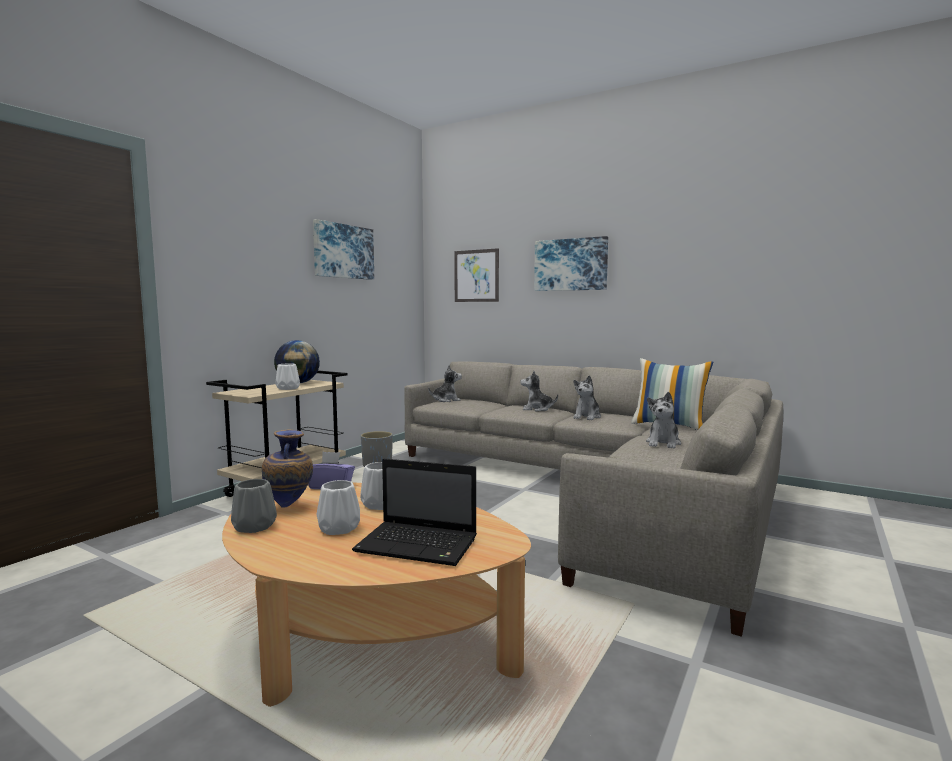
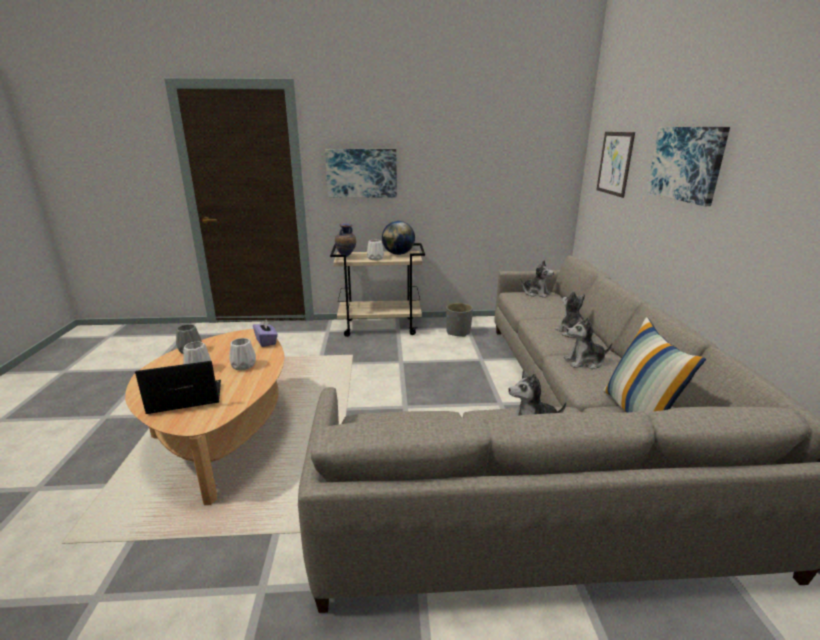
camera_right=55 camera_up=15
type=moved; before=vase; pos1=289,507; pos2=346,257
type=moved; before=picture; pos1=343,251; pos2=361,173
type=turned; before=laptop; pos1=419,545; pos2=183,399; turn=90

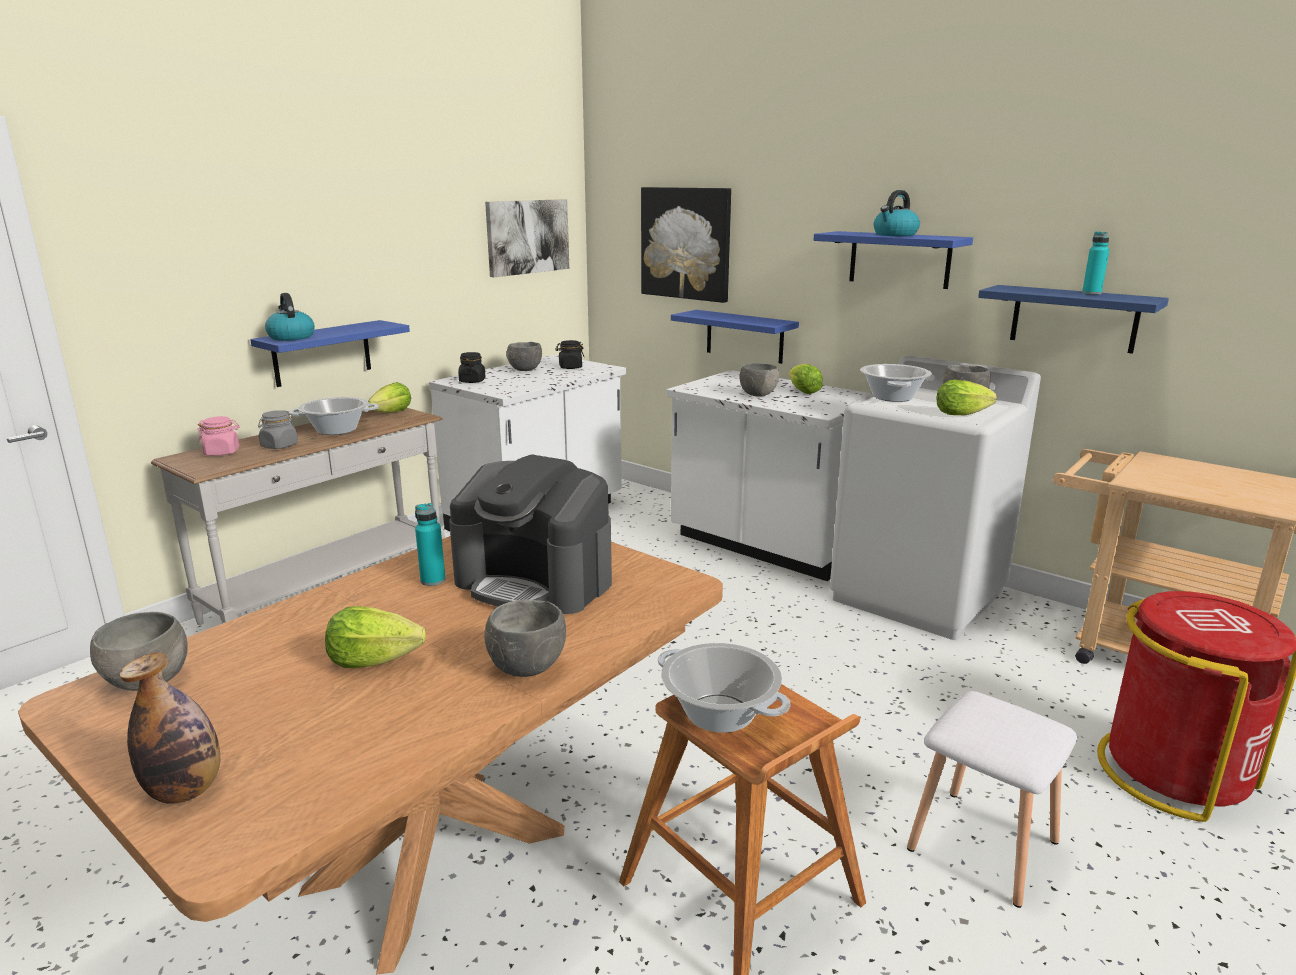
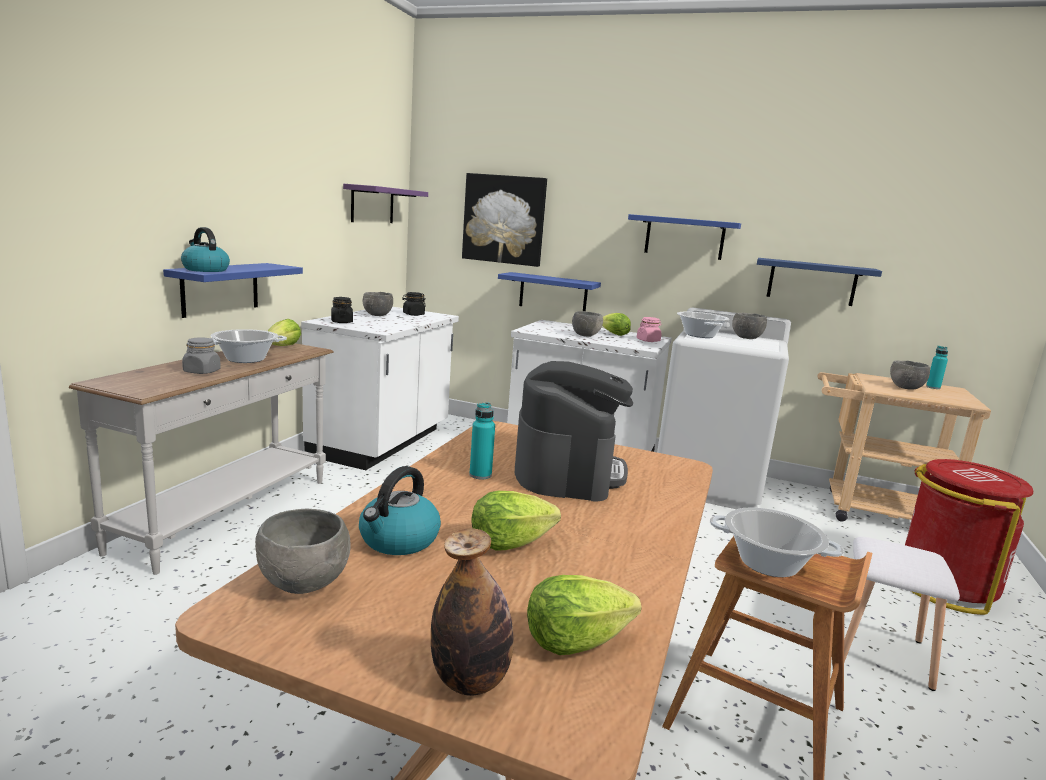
camera_right=-20 camera_up=-5
type=moved; before=pink jar; pos1=222,452; pos2=648,340
type=turned; before=coffee machine; pos1=535,581; pos2=568,470; turn=-90
type=moved; before=grey bowl; pos1=526,667; pos2=905,388
type=replaced; before=picture; after=purple shelf; pos1=527,236; pos2=372,204
type=moved; before=kettle; pos1=895,235; pos2=398,540
type=moved; before=lettuce; pos1=960,414; pos2=574,641
type=moved; before=turquoise bottle; pos1=1091,293; pos2=933,387

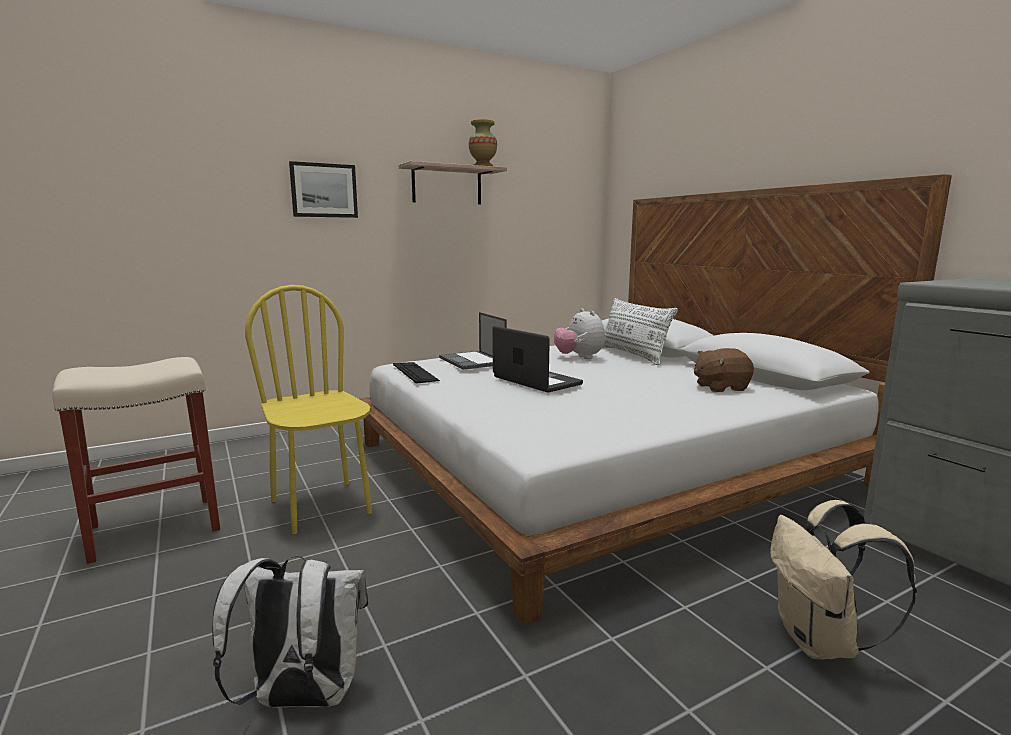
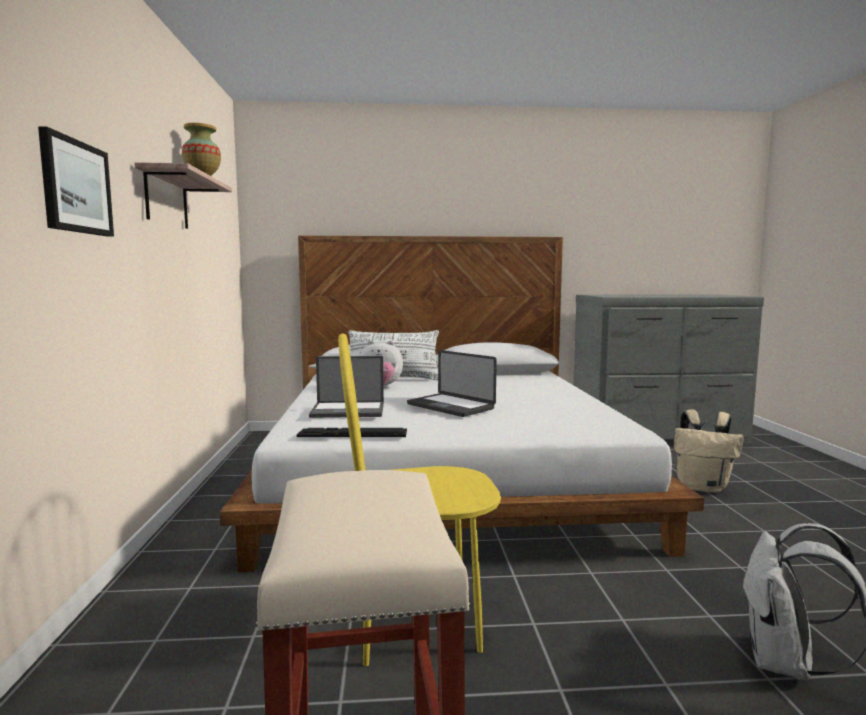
camera_right=-65 camera_up=-5
type=turned; before=laptop; pos1=536,381; pos2=450,406; turn=-120
type=removed; before=brown plush toy; pos1=720,387

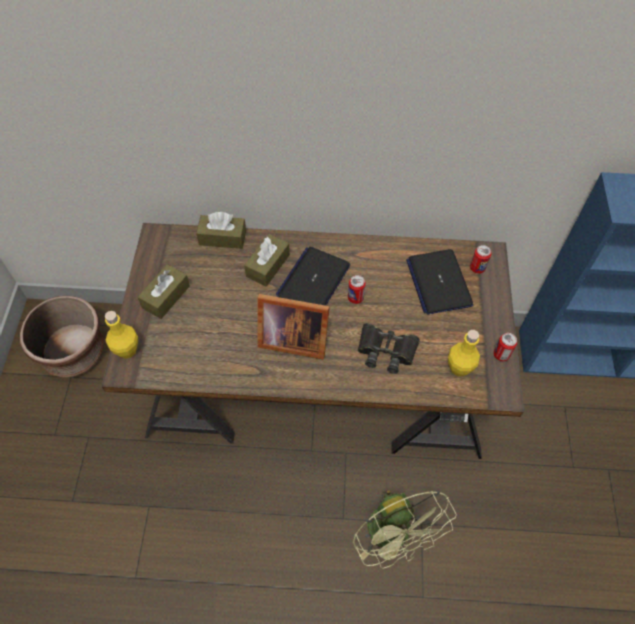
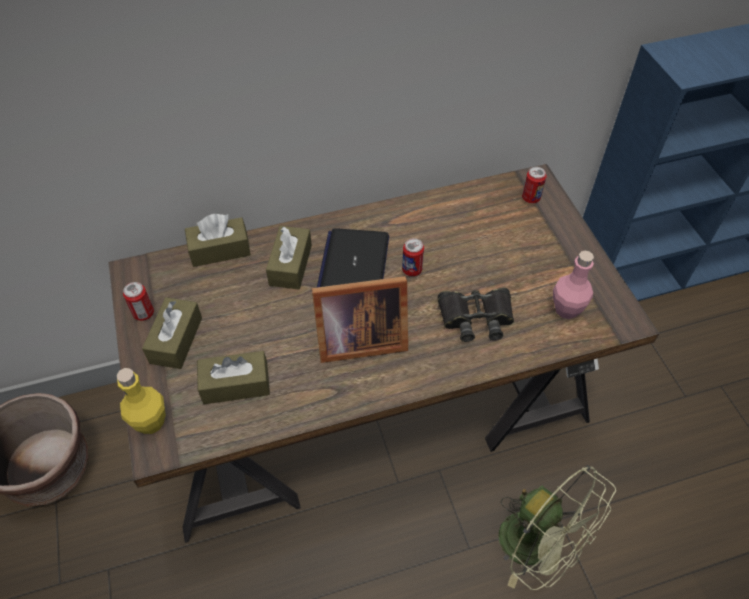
camera_right=-20 camera_up=-5
type=removed; before=laptop; pos1=438,282
type=recoloured; before=yellow bottle; after=pink bottle; pos1=459,368; pos2=566,309
type=moved; before=can; pos1=501,354; pos2=143,313
type=added; after=brown tissue box; pos2=236,384

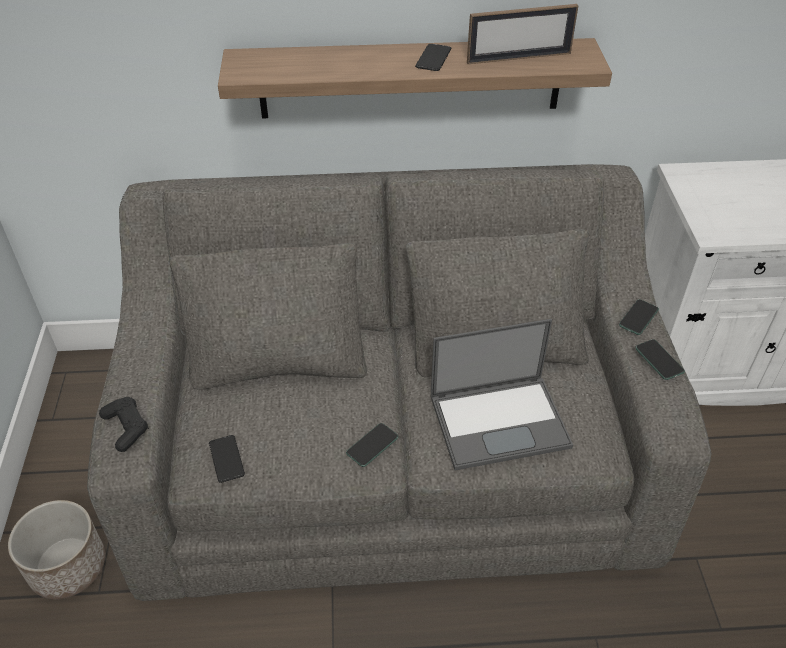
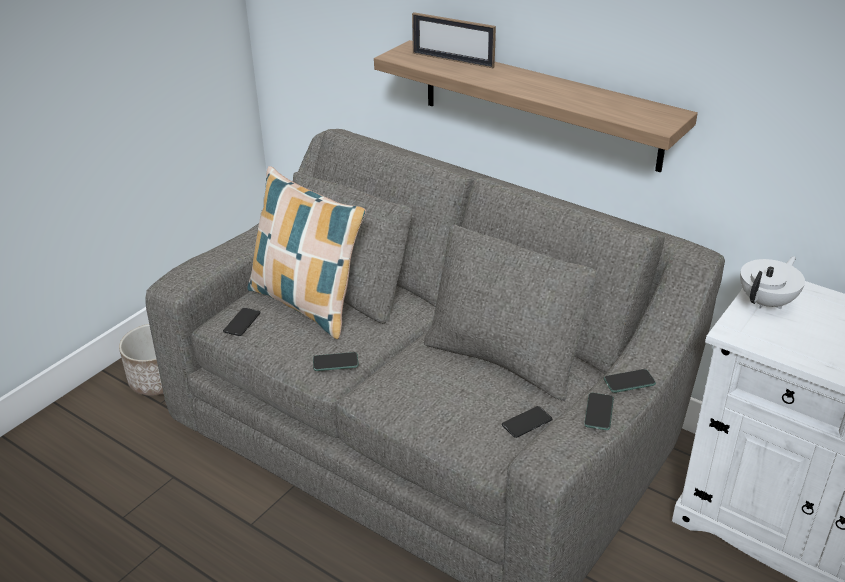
camera_right=40 camera_up=-10
type=removed; before=black game controller; pos1=126,427
type=moved; before=phone; pos1=433,58; pos2=527,422
type=removed; before=laptop; pos1=500,420
type=moved; before=picture frame; pos1=519,58; pos2=453,60
type=added; after=pillow; pos2=307,304
type=added; after=white teapot; pos2=767,302

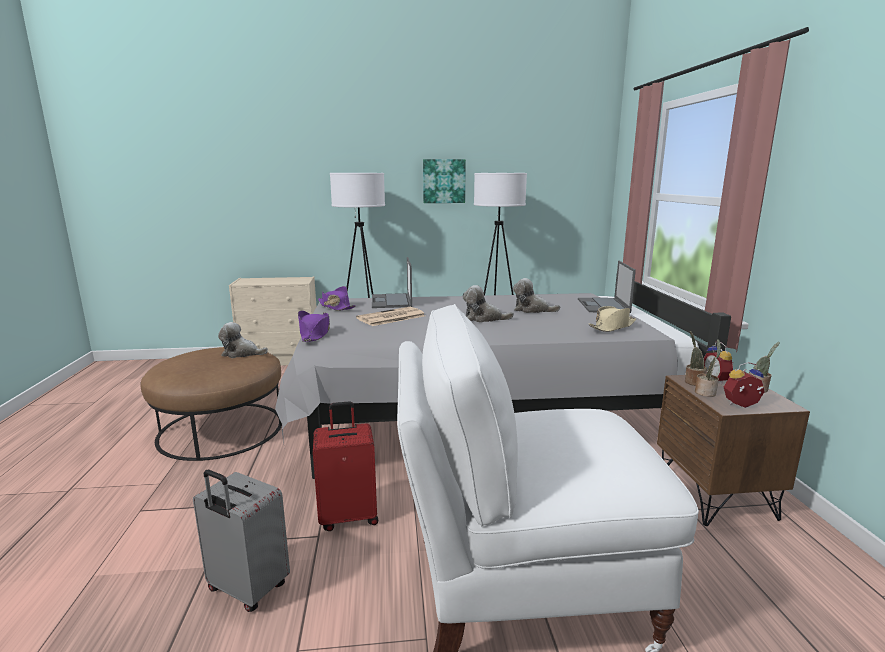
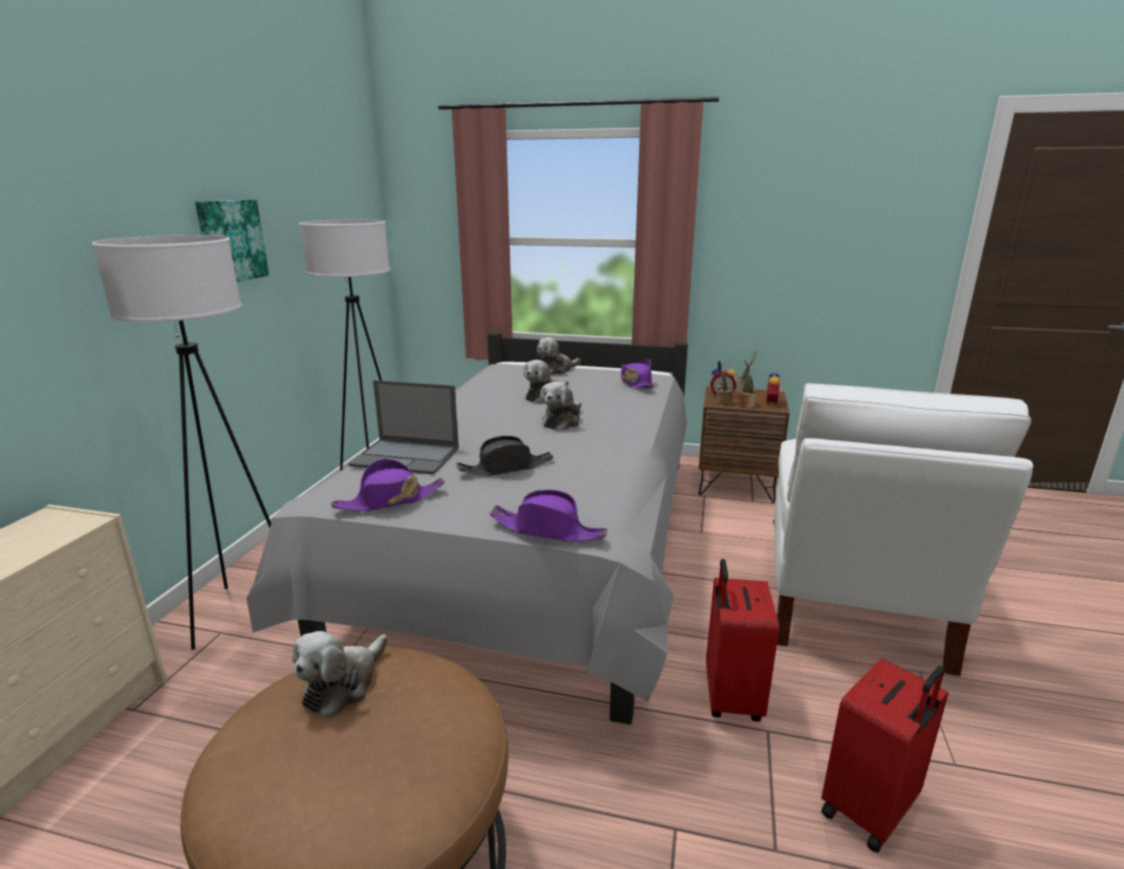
camera_right=-70 camera_up=5
type=recoloured; before=grey suitcase; after=red suitcase; pos1=247,589; pos2=871,810
type=replaced; before=newspaper; after=black hat; pos1=390,317; pos2=506,468
type=replaced; before=laptop; after=plush toy; pos1=603,306; pos2=556,370
type=recoloured; before=beige hat; after=purple hat; pos1=612,327; pos2=636,383

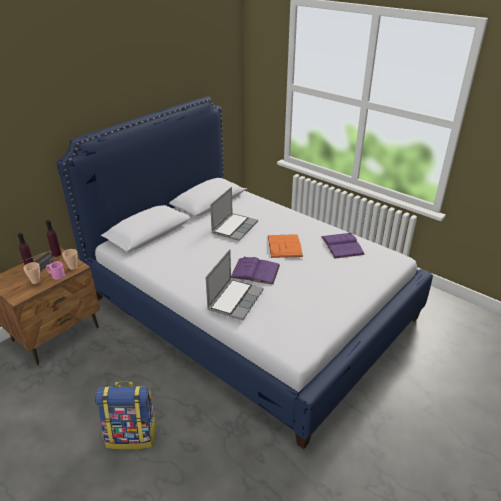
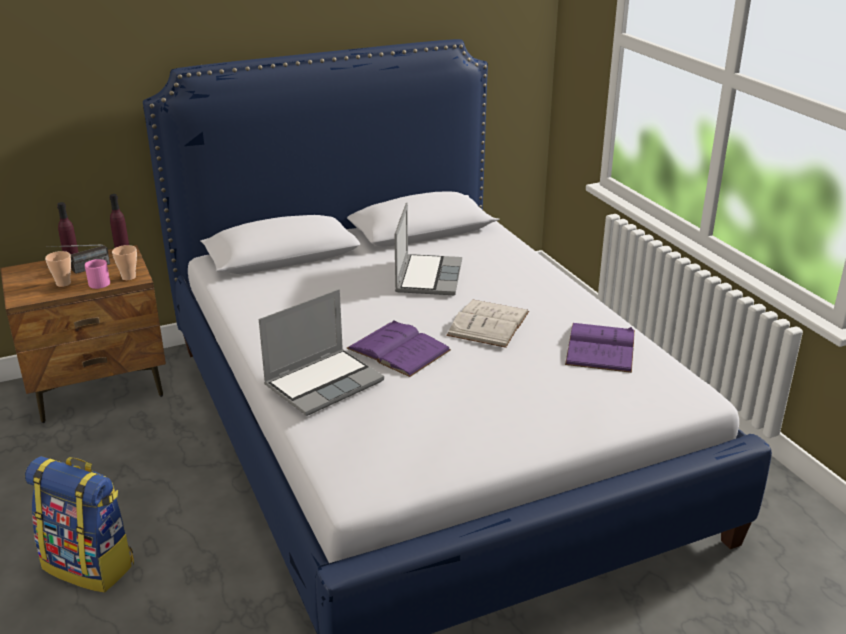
camera_right=25 camera_up=-5
type=turned; before=laptop; pos1=234,227; pos2=428,276; turn=-45
type=recoloured; before=orange book; after=white book; pos1=284,246; pos2=488,323

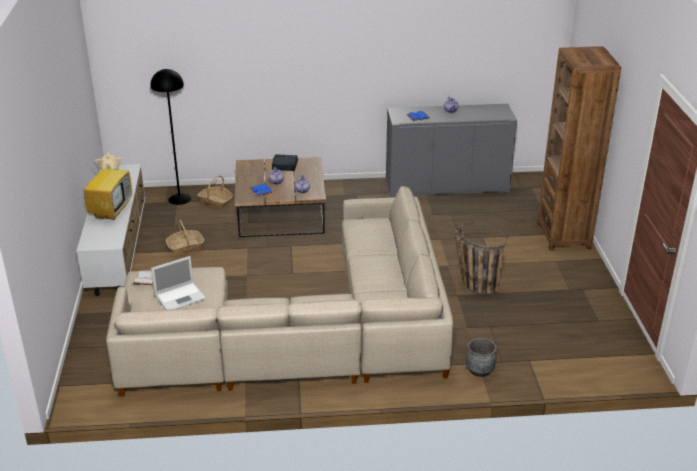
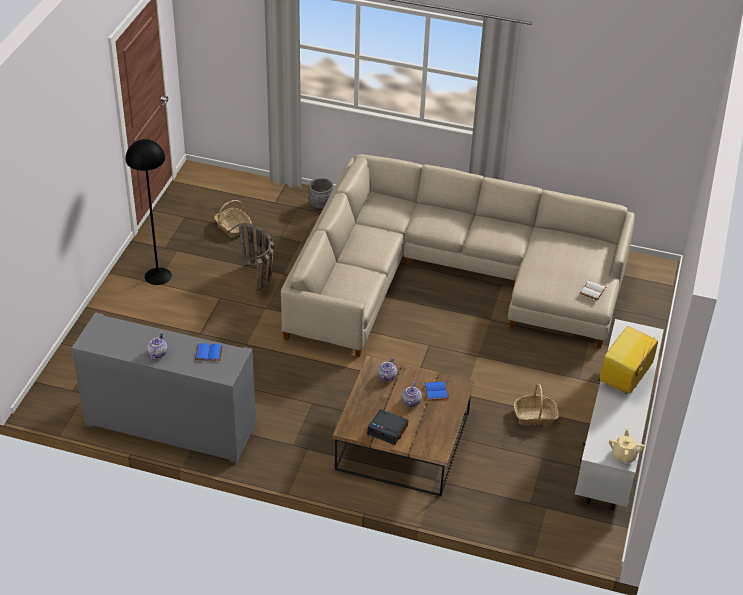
camera_right=-160 camera_up=10
type=moved; before=black floor lamp; pos1=179,199; pos2=158,276
type=removed; before=laptop; pos1=181,296
type=moved; before=basket; pos1=215,201; pos2=232,227
type=removed; before=brown bookcase; pos1=563,236

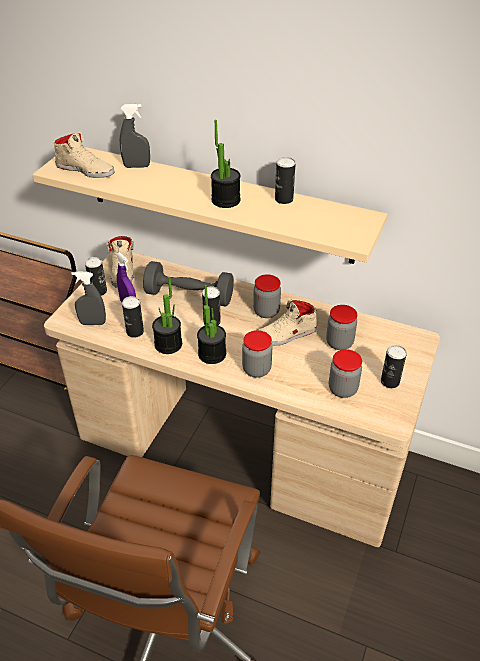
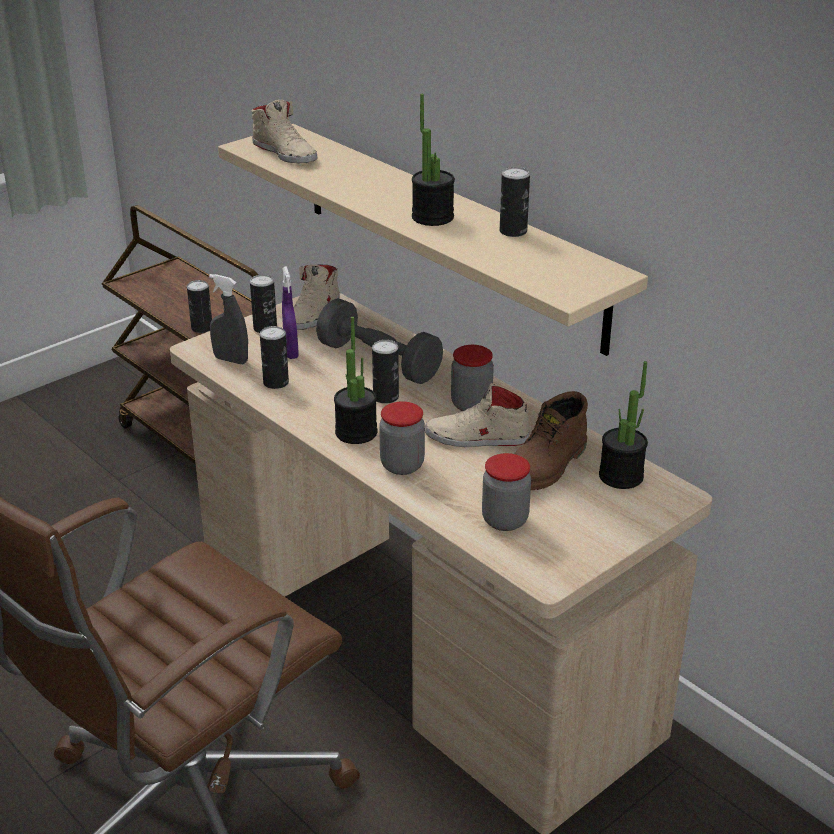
camera_right=25 camera_up=-10
type=removed; before=grey spray bottle; pos1=137,166
type=moved; before=potted plant; pos1=168,344; pos2=621,476
type=replaced; before=jar; after=brown boot; pos1=339,343; pos2=546,467
type=moved; before=can; pos1=390,381; pos2=202,328

